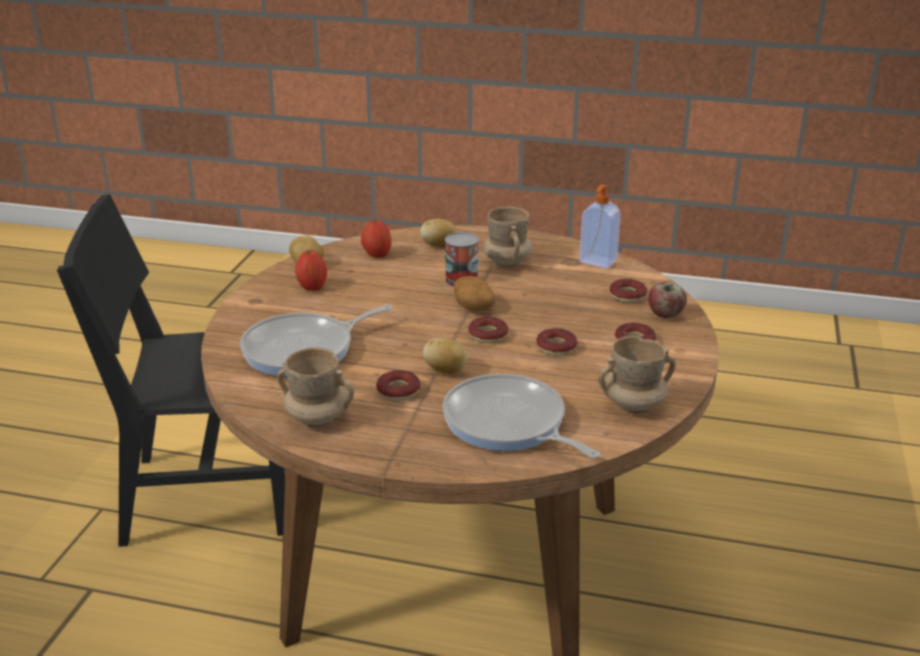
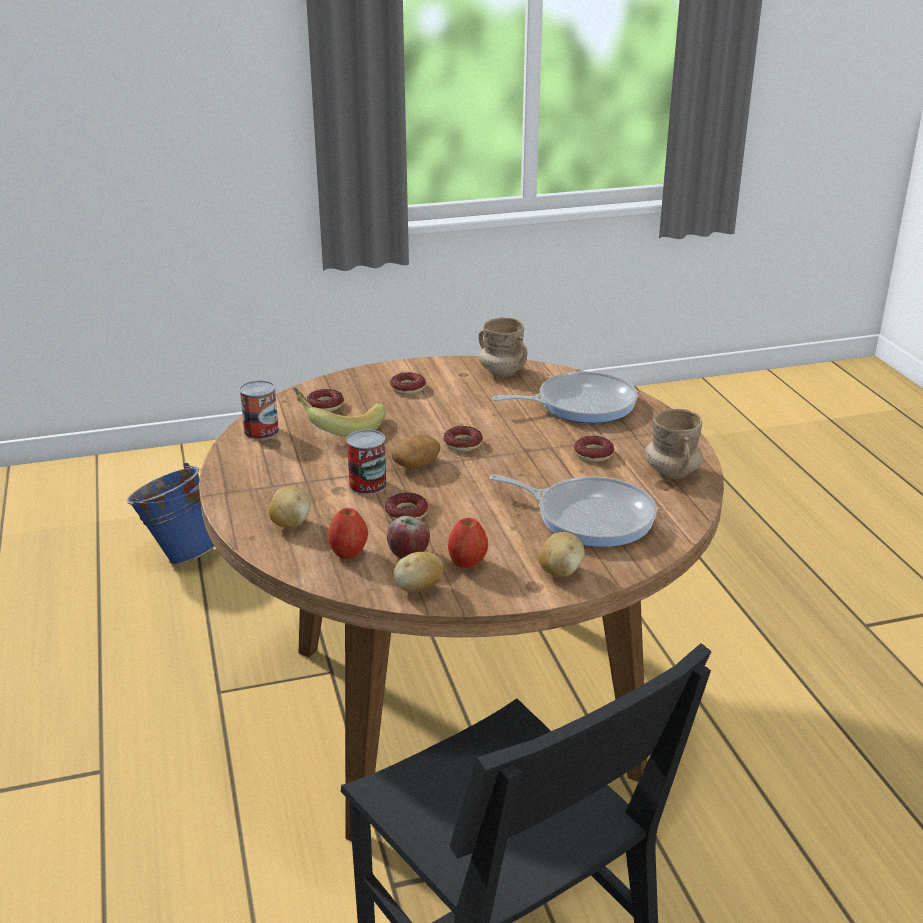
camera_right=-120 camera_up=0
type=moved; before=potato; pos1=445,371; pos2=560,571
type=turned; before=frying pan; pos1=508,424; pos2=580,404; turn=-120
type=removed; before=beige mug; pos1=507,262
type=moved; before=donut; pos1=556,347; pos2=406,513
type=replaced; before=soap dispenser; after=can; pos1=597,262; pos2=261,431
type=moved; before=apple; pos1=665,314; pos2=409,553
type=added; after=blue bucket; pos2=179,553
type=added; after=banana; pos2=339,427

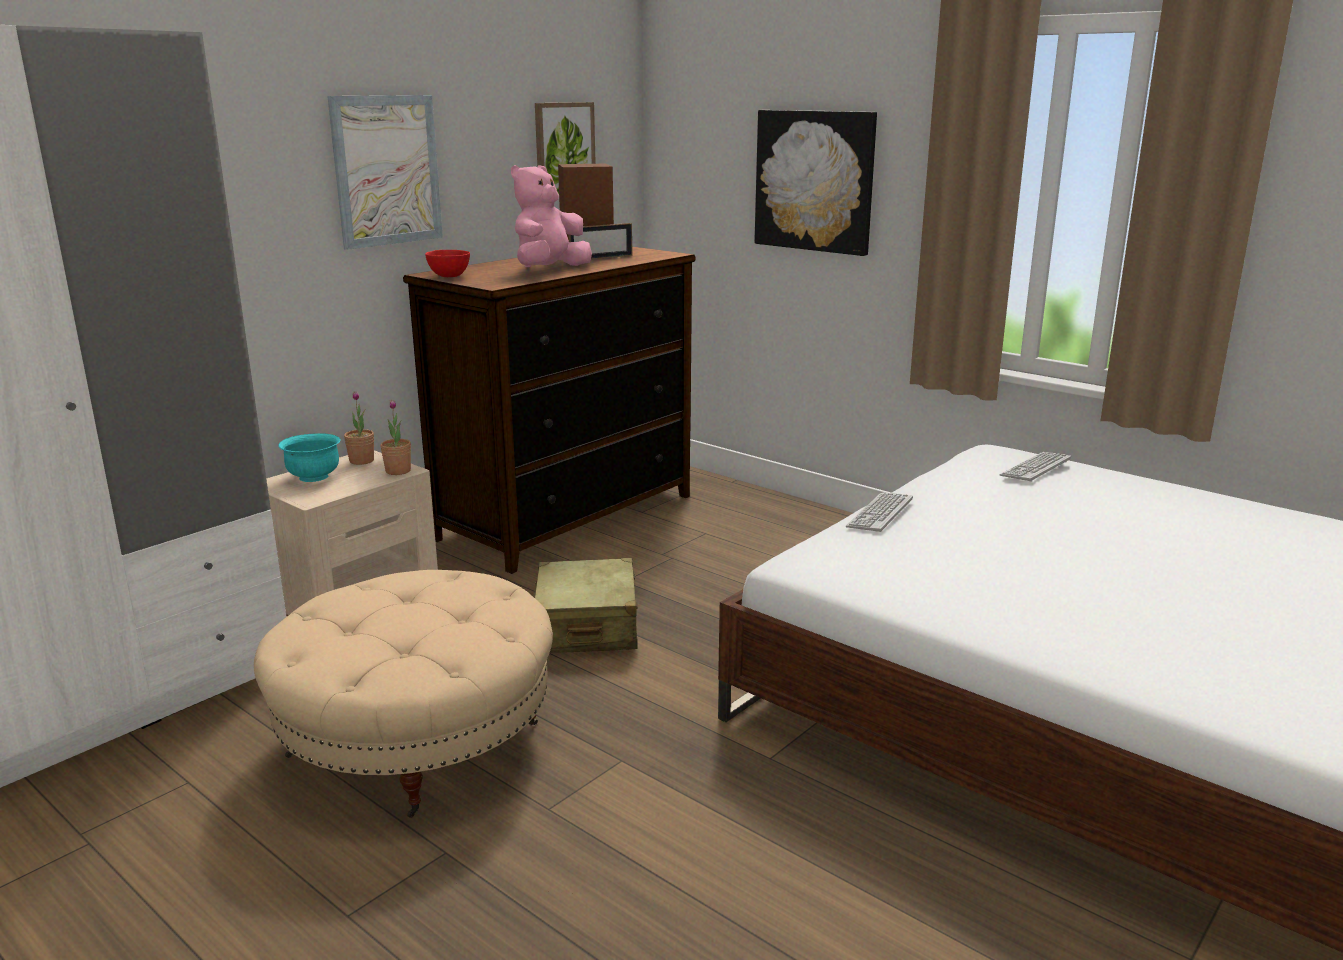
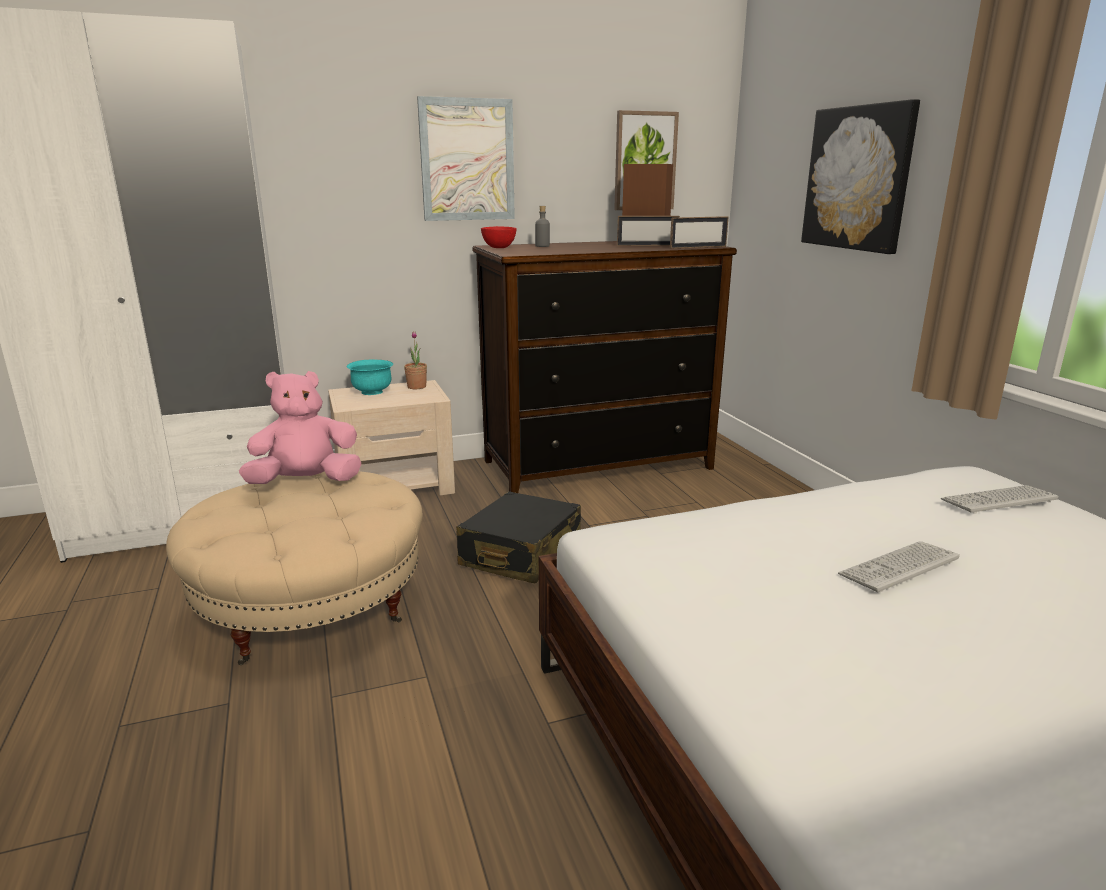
camera_right=30 camera_up=0
type=removed; before=potted plant; pos1=398,471
type=moved; before=pink plush toy; pos1=549,269; pos2=306,482
type=recoloured; before=beige suitcase; after=black suitcase; pos1=586,627; pos2=520,554
type=moved; before=keyboard; pos1=880,513; pos2=899,567
type=added; after=grey bottle; pos2=542,246
type=added; after=picture frame; pos2=698,247

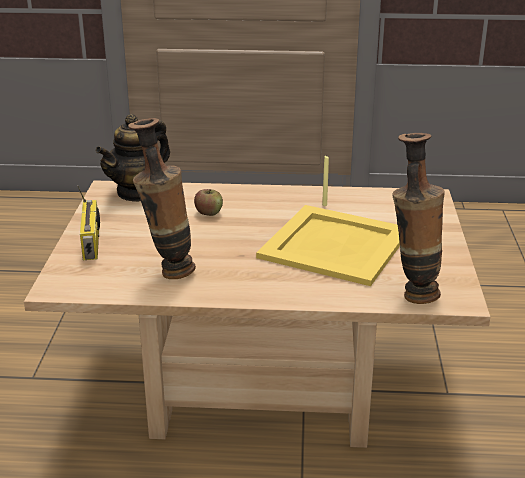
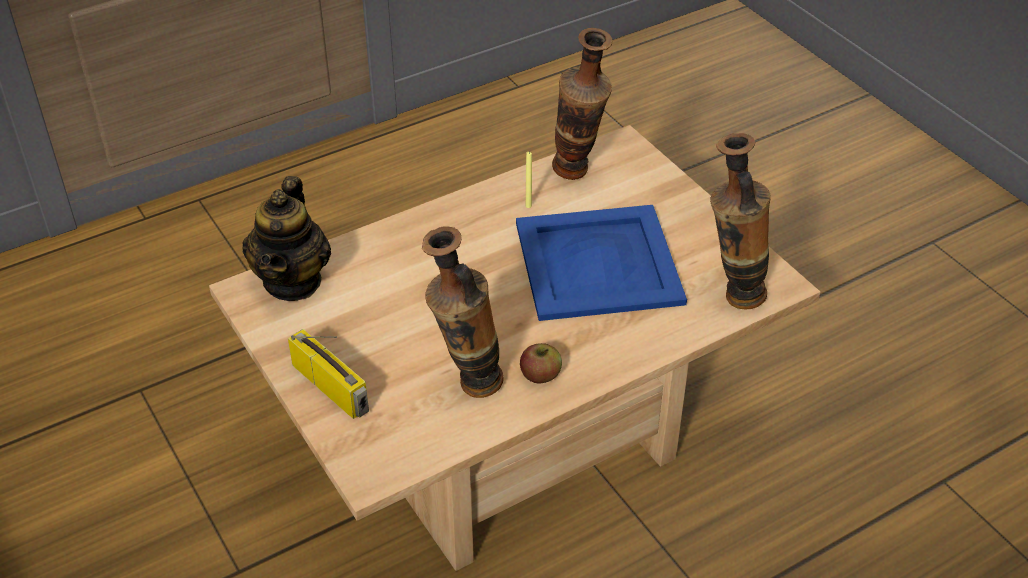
camera_right=-35 camera_up=15
type=moved; before=apple; pos1=209,212; pos2=540,375
type=recoloured; before=yellow tray; after=blue tray; pos1=336,244; pos2=599,262
type=added; after=vase; pos2=577,176

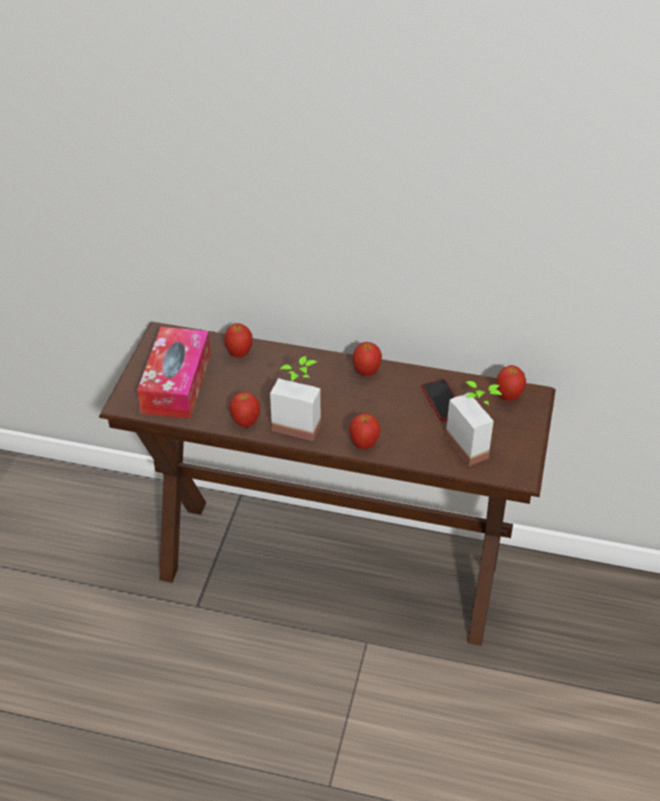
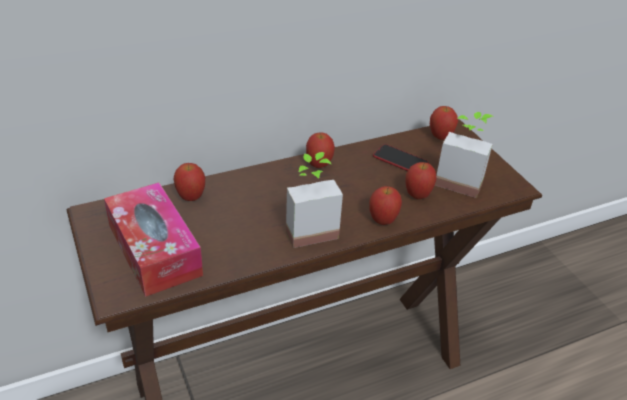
camera_right=-40 camera_up=-5
type=moved; before=apple; pos1=245,423; pos2=417,195

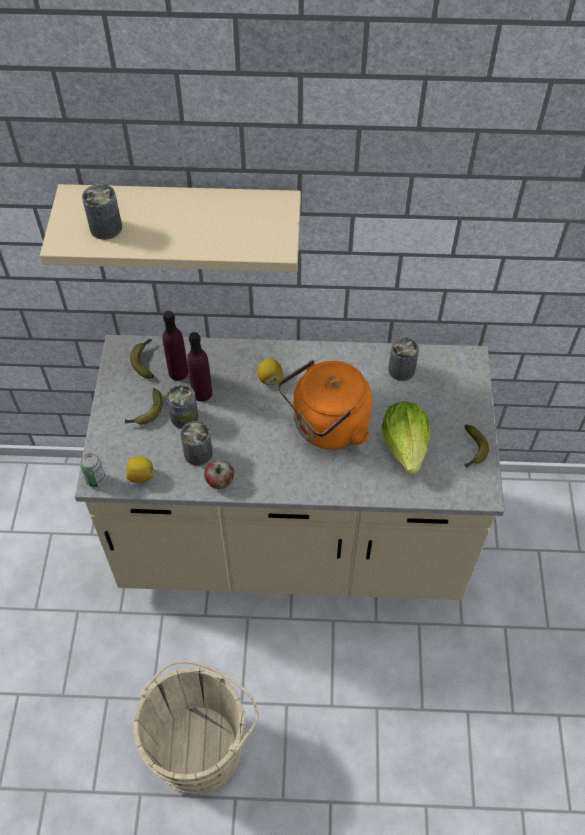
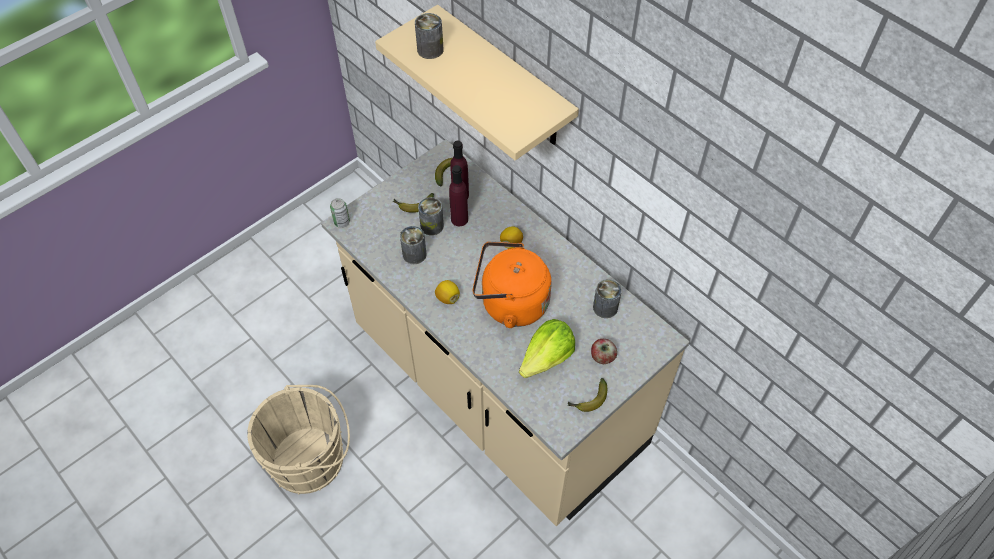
camera_right=45 camera_up=0
type=moved; before=lemon; pos1=140,476; pos2=447,298
type=moved; before=apple; pos1=219,481; pos2=602,357

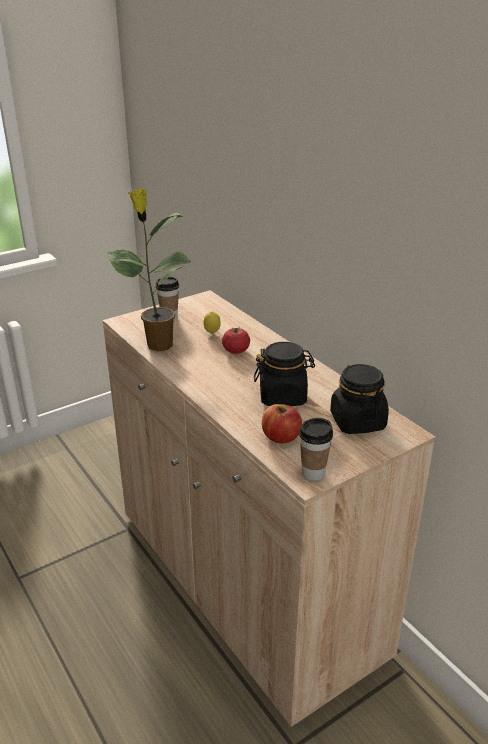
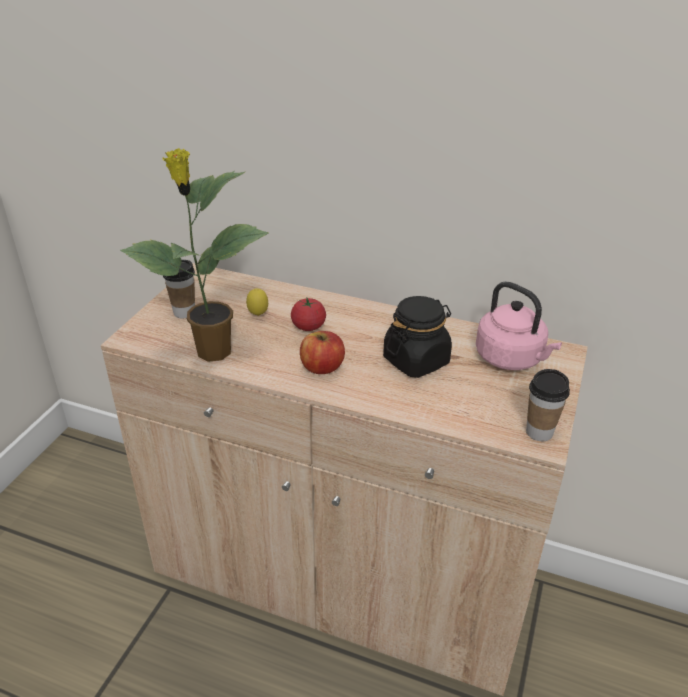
camera_right=-35 camera_up=5
type=moved; before=apple; pos1=281,437; pos2=322,367
type=replaced; before=black jar; after=pink kettle; pos1=357,421; pos2=512,359

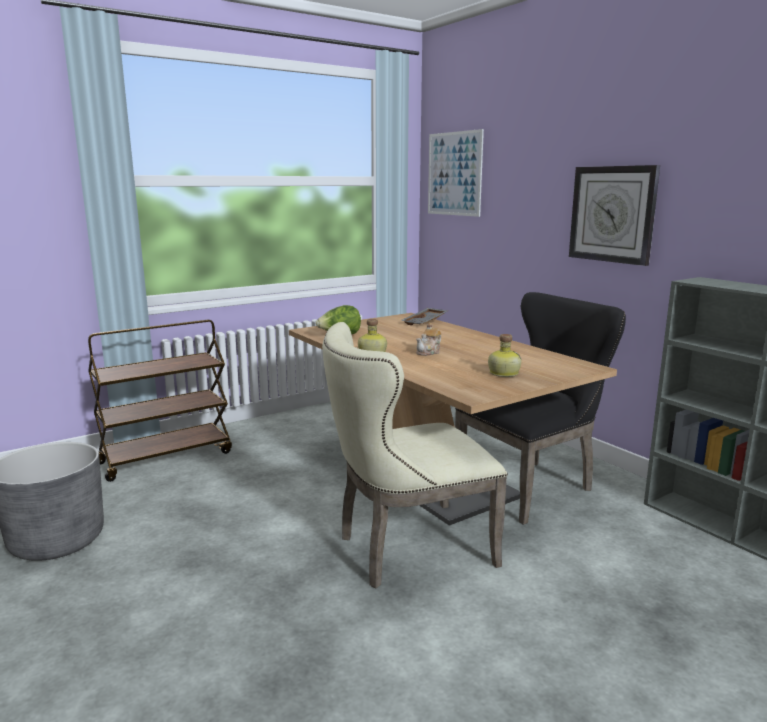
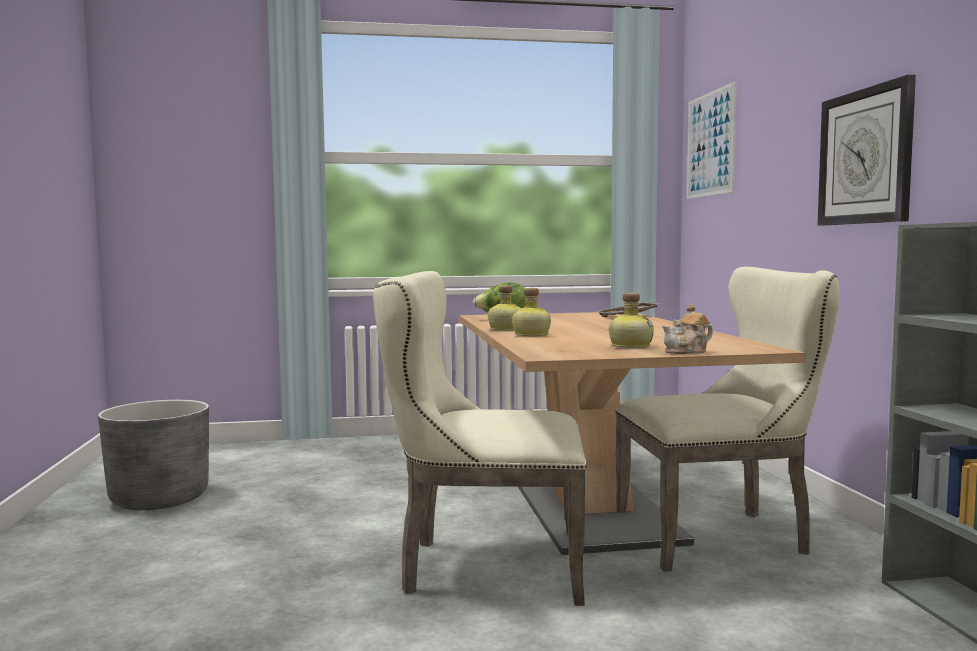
camera_right=25 camera_up=-10
type=removed; before=brown cart; pos1=166,457
type=moved; before=teapot; pos1=429,352; pos2=687,352
type=recoloured; before=black chair; after=beige chair; pos1=531,485; pos2=721,536
type=added; after=bottle; pos2=530,335

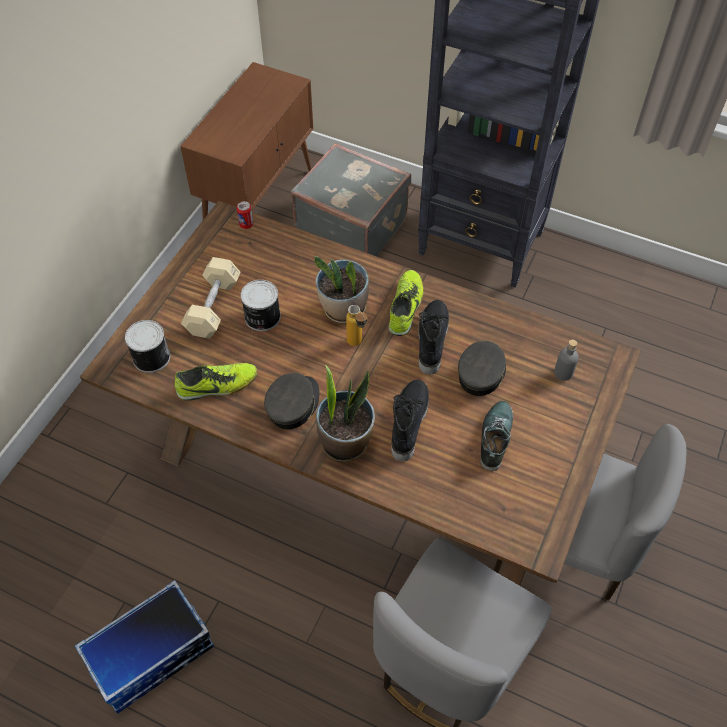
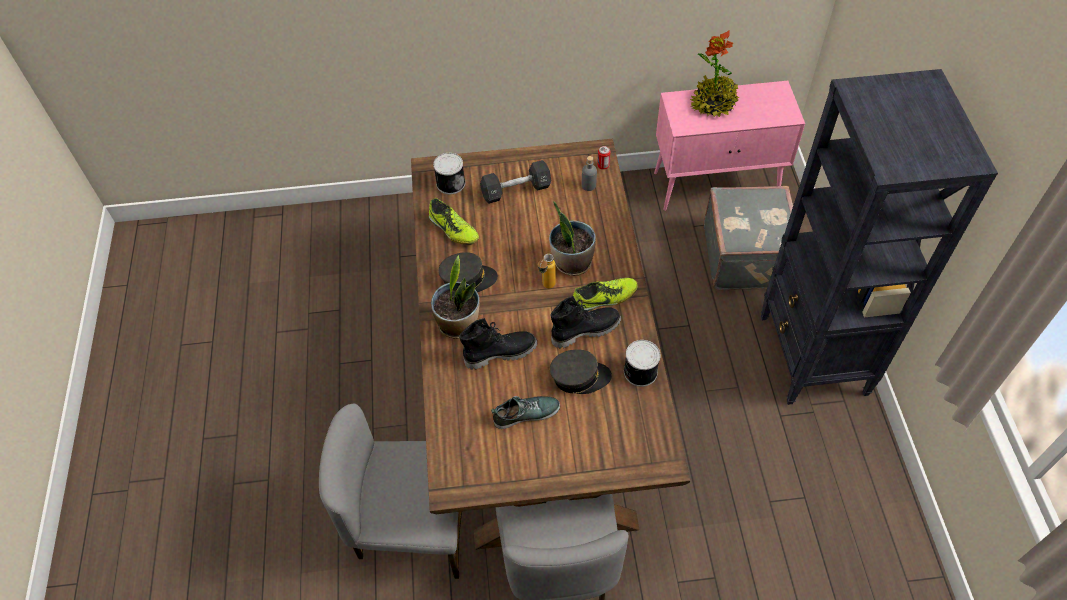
camera_right=60 camera_up=0
type=removed; before=storage box; pos1=151,655
type=recoloured; before=brown cabinet; after=pink cabinet; pos1=259,201; pos2=717,185
type=recoloured; before=beige dumbbell; after=black dumbbell; pos1=213,307; pos2=516,190
type=moved; before=can; pos1=261,317; pos2=639,371
type=moved; before=grey bottle; pos1=563,372; pos2=588,185
type=added; after=potted plant; pos2=713,104

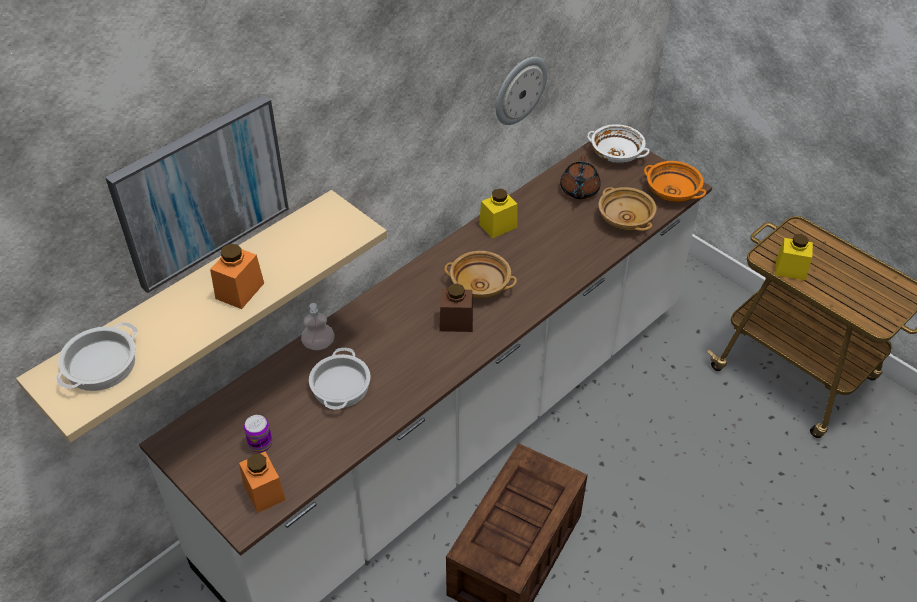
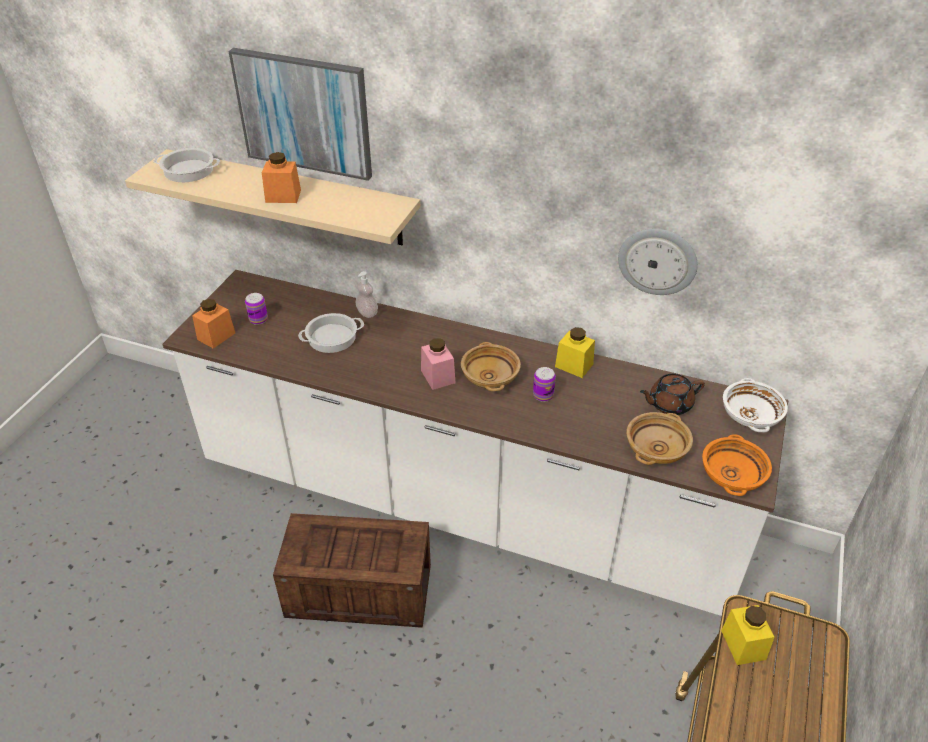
camera_right=65 camera_up=-5
type=recoloured; before=brown jar; after=pink jar; pos1=456,321; pos2=438,376
type=added; after=can; pos2=543,395

